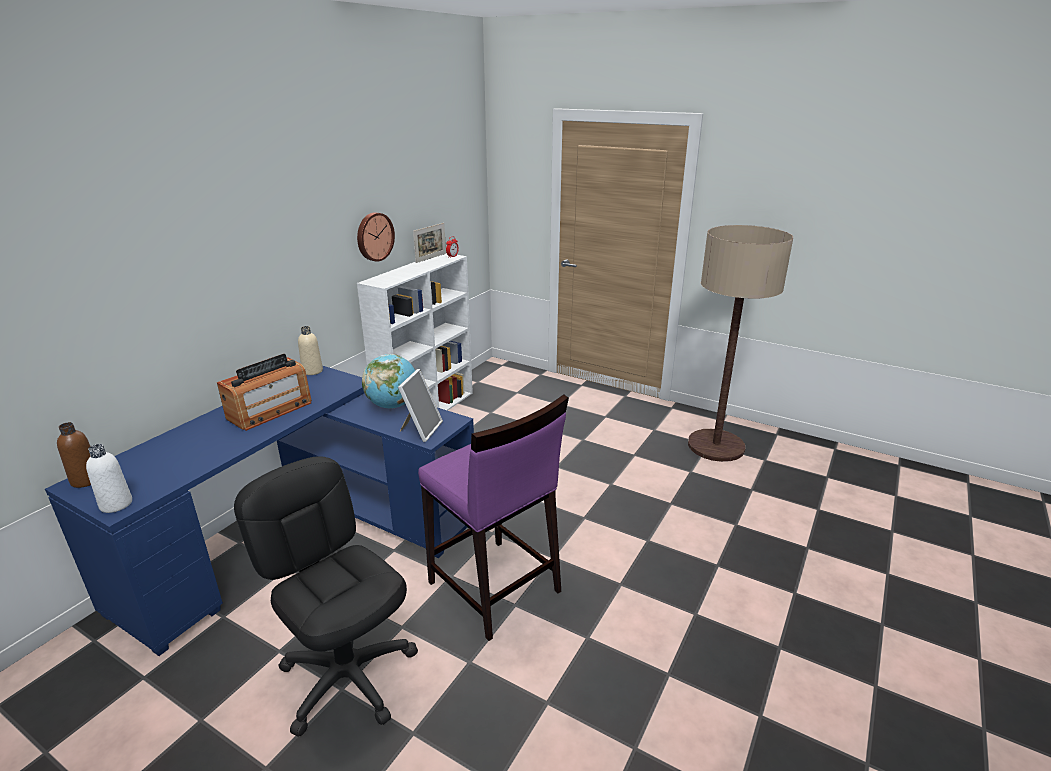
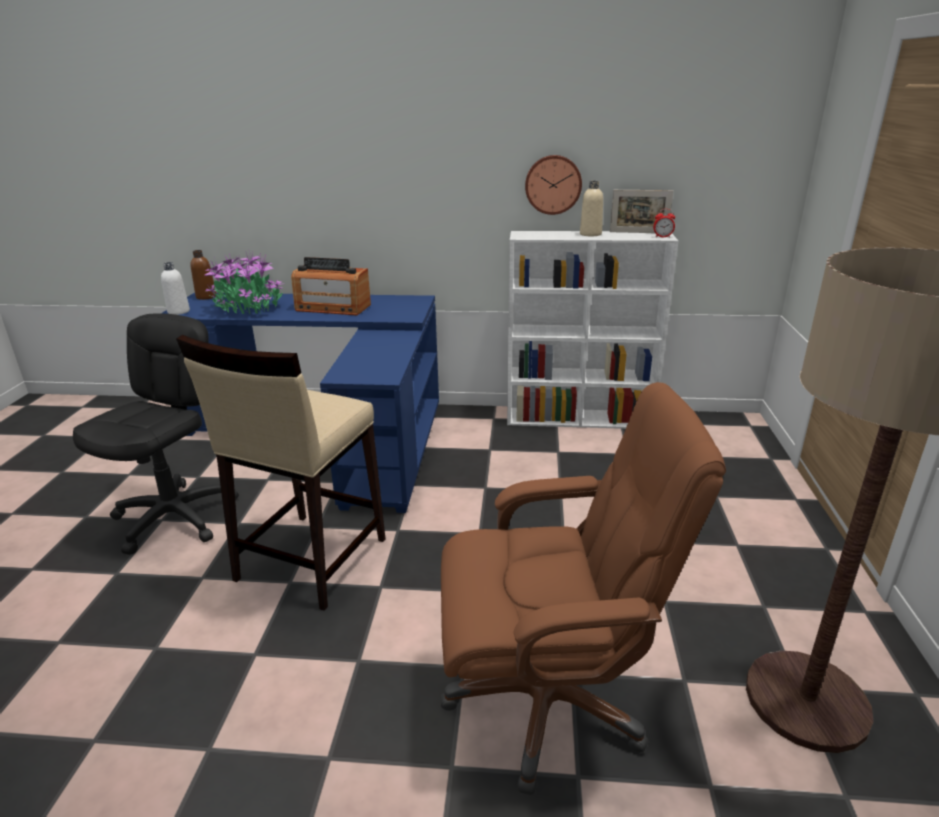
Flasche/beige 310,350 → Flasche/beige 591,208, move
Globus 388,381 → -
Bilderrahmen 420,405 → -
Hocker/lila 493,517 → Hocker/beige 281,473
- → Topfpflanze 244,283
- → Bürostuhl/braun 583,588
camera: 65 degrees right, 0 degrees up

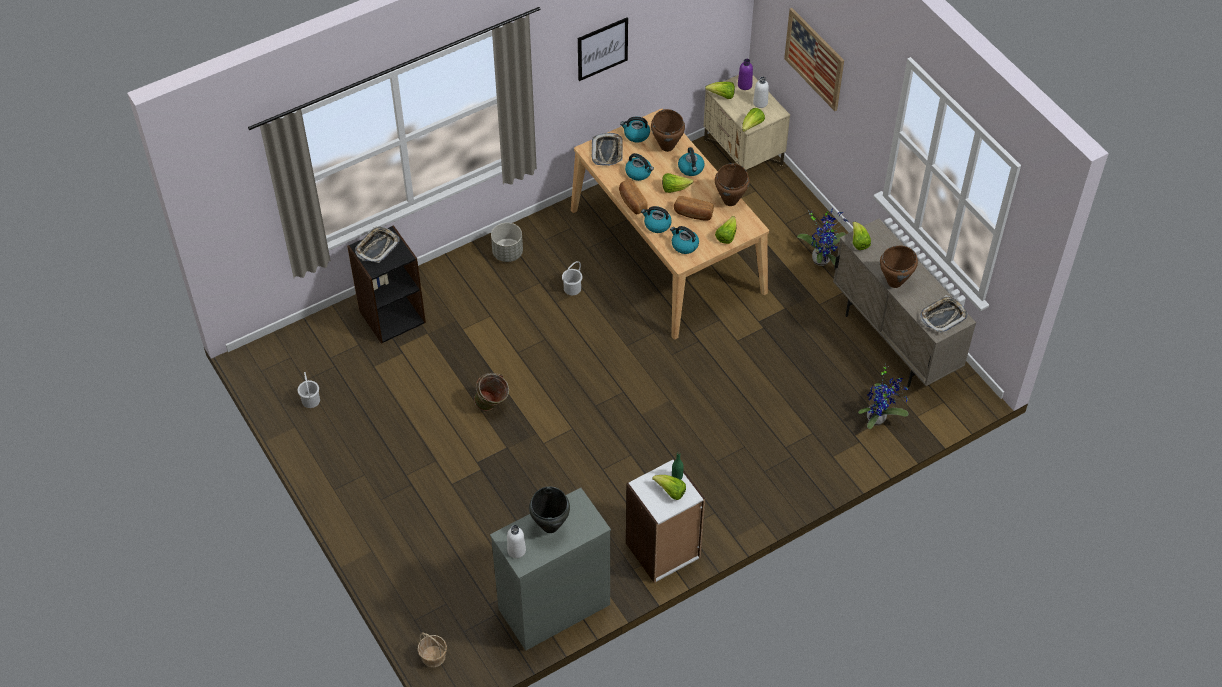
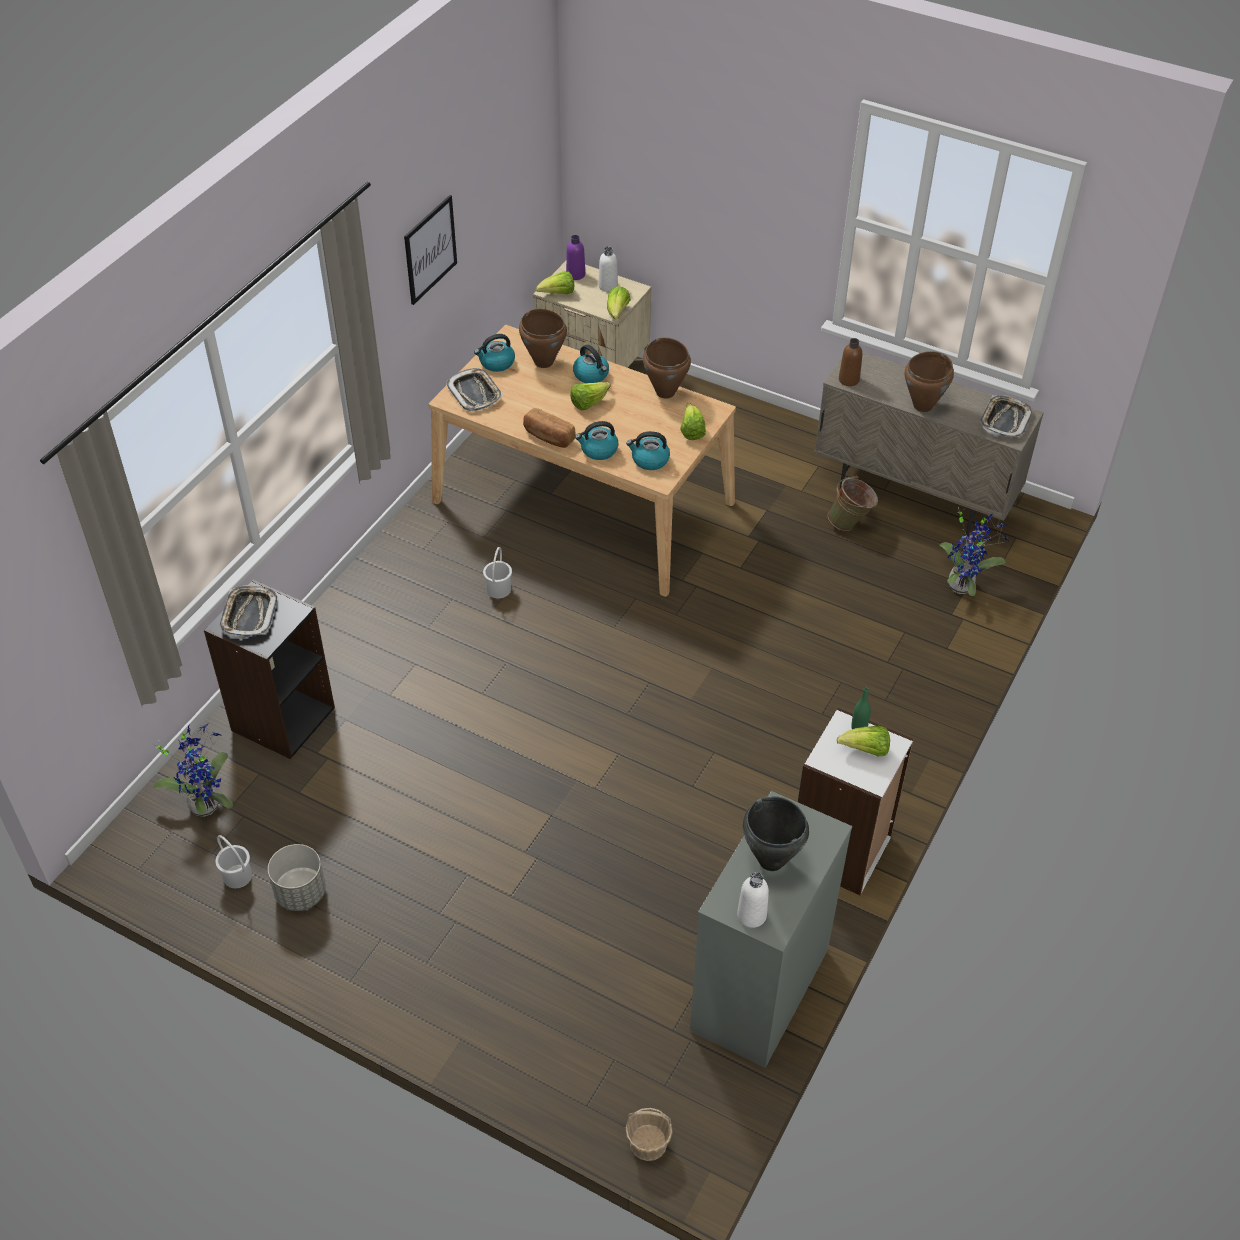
Bild 814,59 → -
Wasserkessel 639,167 → -
Brot 694,208 → -
Topfpflanze 823,237 → Topfpflanze 192,770, move
Salatkopf 861,236 → Flasche/braun 850,362
Pflanzkübel/grau 507,242 → Pflanzkübel/grau 297,877, move
Eimer/grün 491,392 → Eimer/grün 853,503, move
camera: 30 degrees left, 5 degrees down

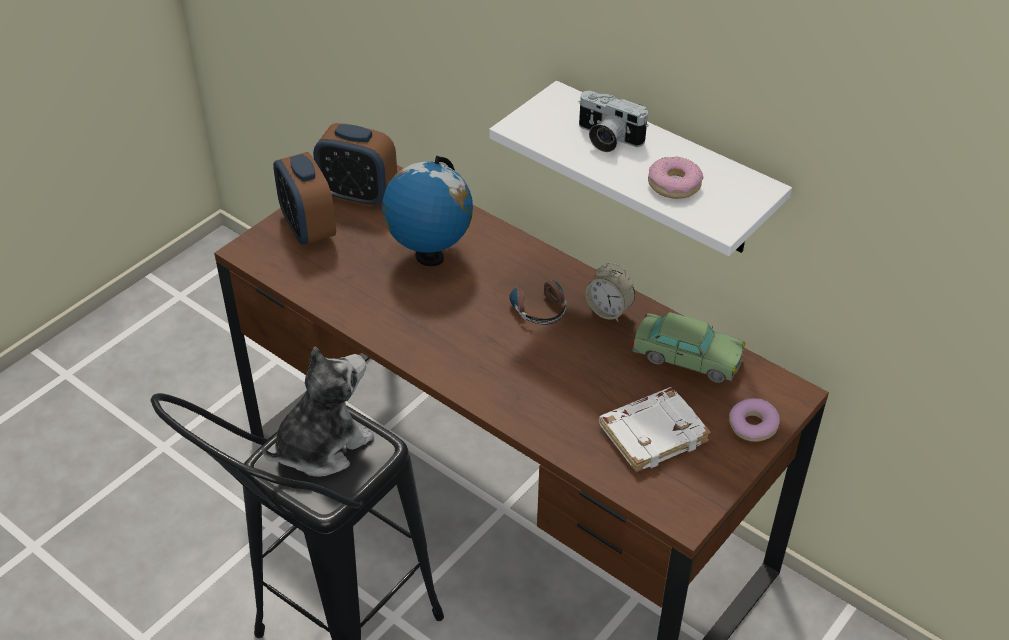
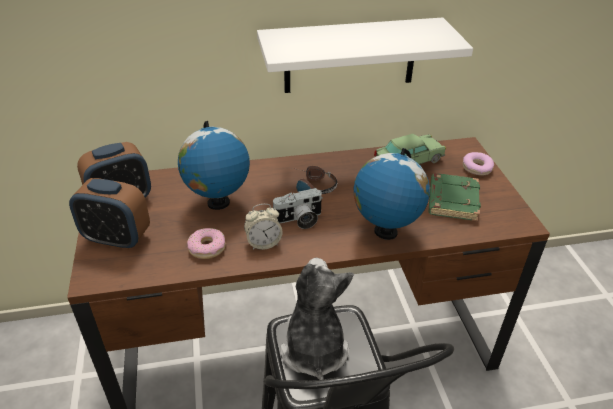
Kamera 614,121 → Kamera 298,208, move
Donut 675,177 → Donut 206,243, move
Wecker 610,292 → Wecker 263,227, move
Buch/weiß 655,430 → Buch/grün 454,197
- → Globus 392,194
camera: 50 degrees left, 5 degrees down

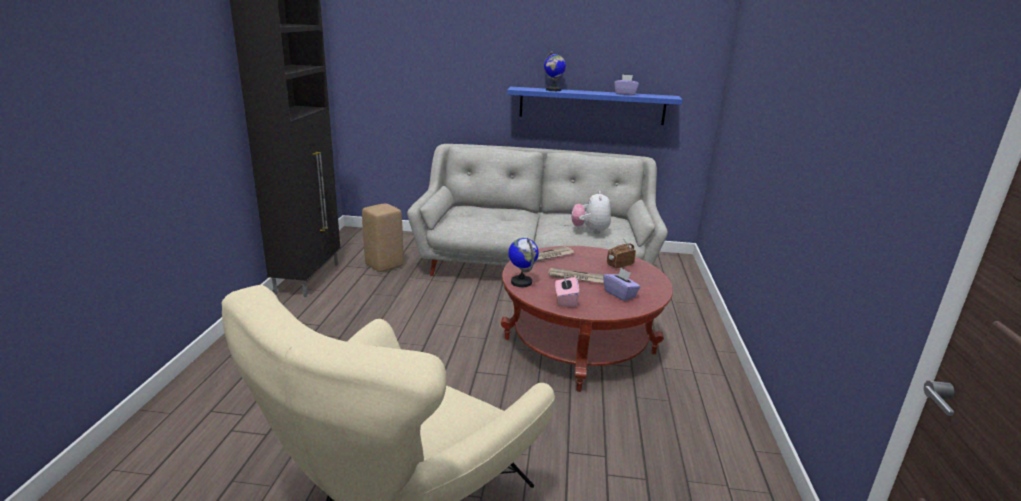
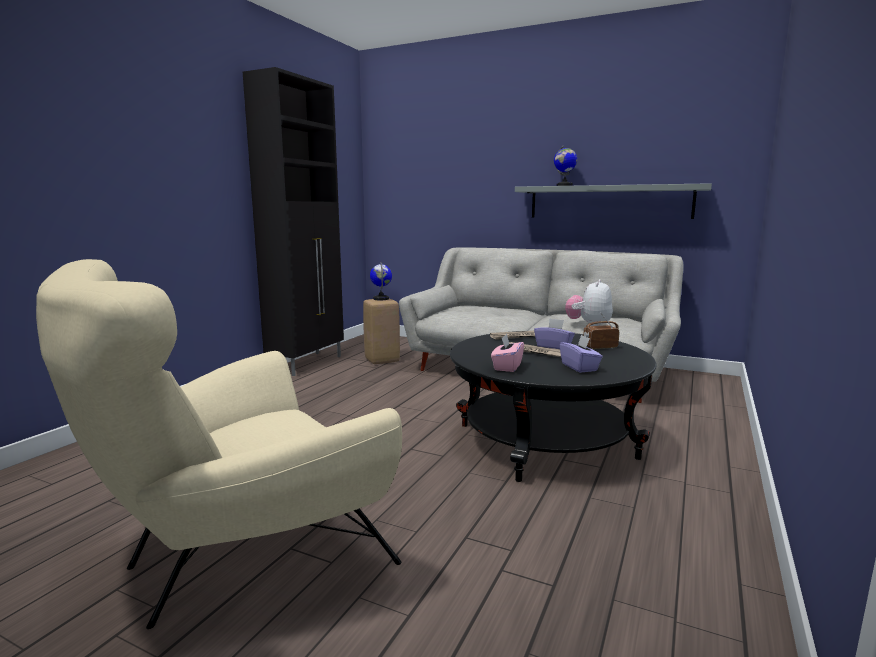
Taschentuchbox/lila 626,84 → Taschentuchbox/lila 554,333, move
Wandregal/blau 595,106 → Wandregal/grau 613,201
Globus 523,262 → Globus 381,281, move
Couchtisch/rot 587,319 → Couchtisch/schwarz 553,406
camera: 20 degrees right, 10 degrees down

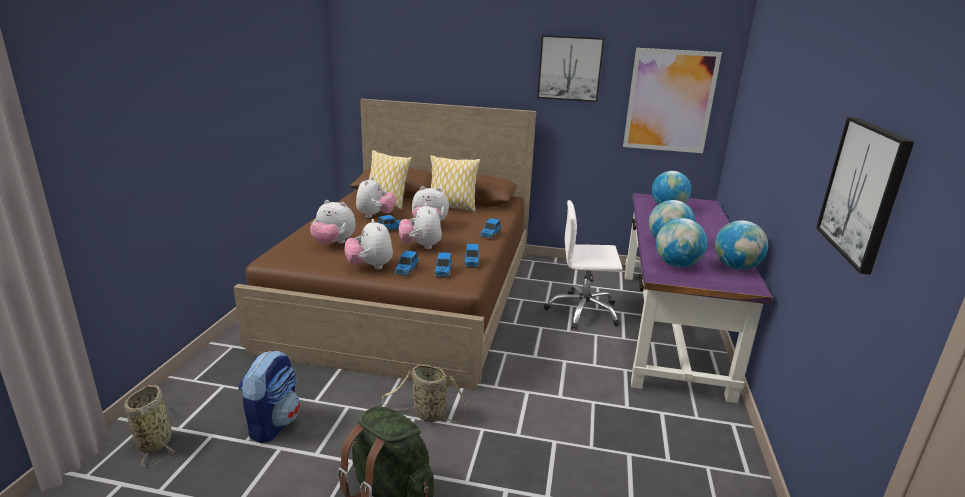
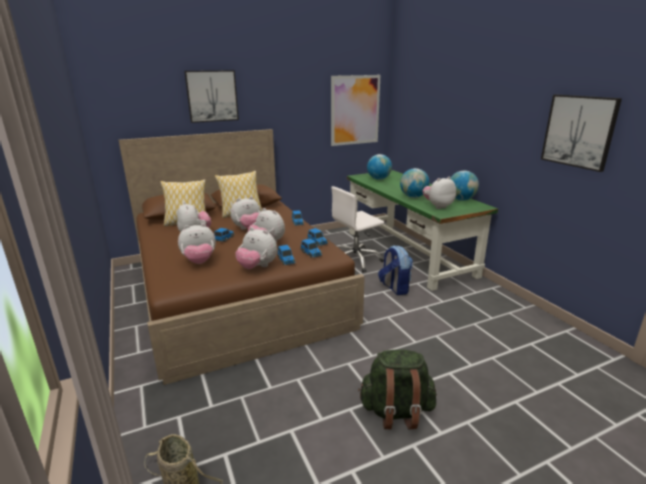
Bild 570,68 → Bild 211,96, move
Schreibtisch/lila 699,298 → Schreibtisch/grün 422,230
Globus 682,243 → Plüschtier 439,193
Rucksack 269,396 → Rucksack 395,270, move
Korb 424,393 → -
camera: 35 degrees left, 0 degrees up

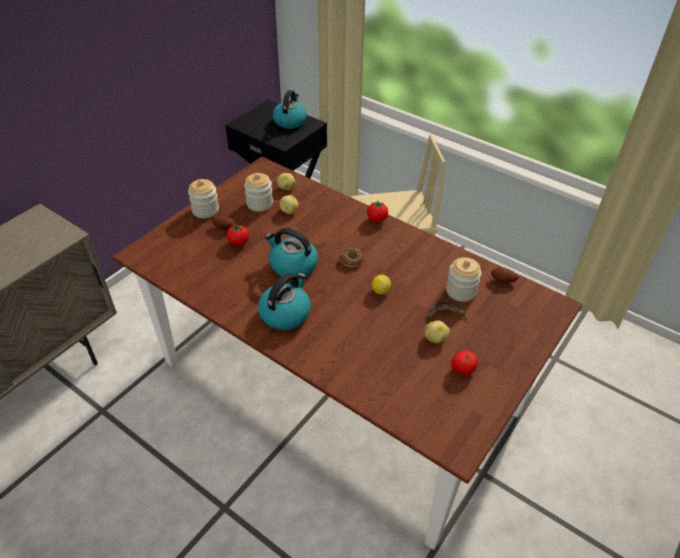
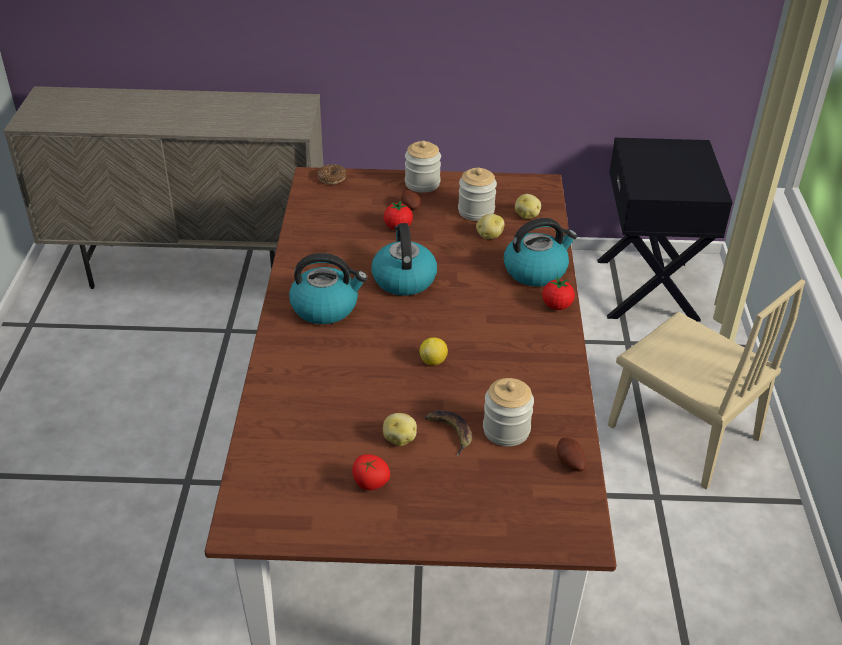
Wasserkessel 290,109 → Wasserkessel 540,252, move
Donut 352,257 → Donut 332,174, move
camera: 55 degrees right, 5 degrees down

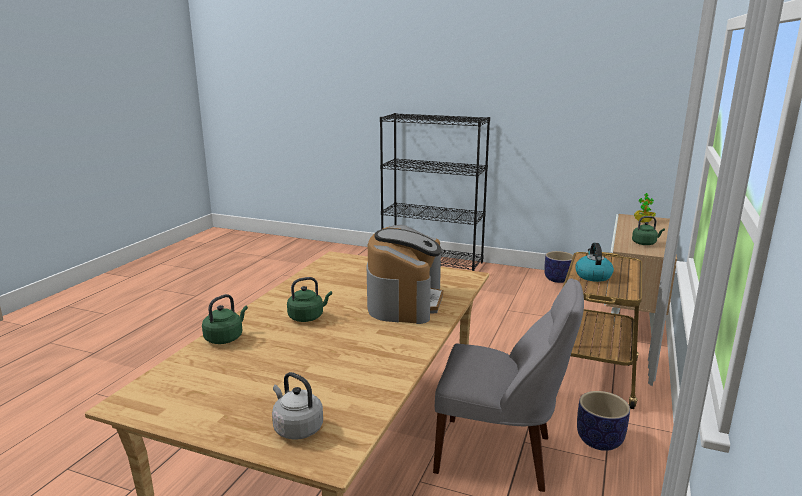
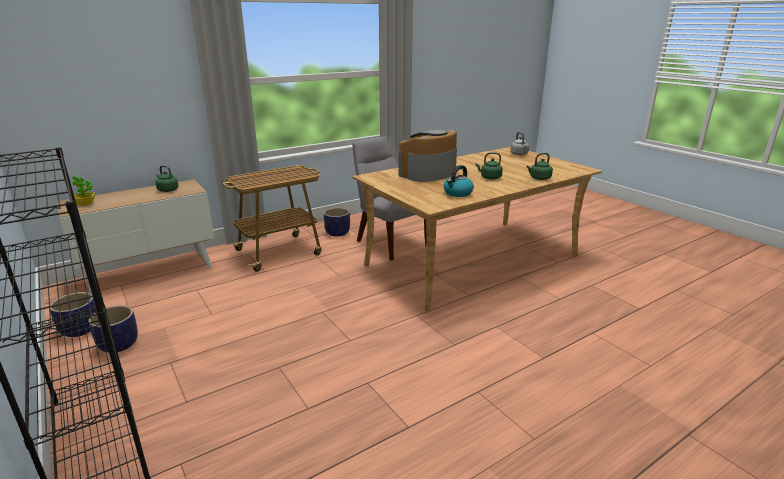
Wasserkessel 594,262 → Wasserkessel 459,181, move
- → Pflanzkübel 113,329
camera: 145 degrees left, 5 degrees up

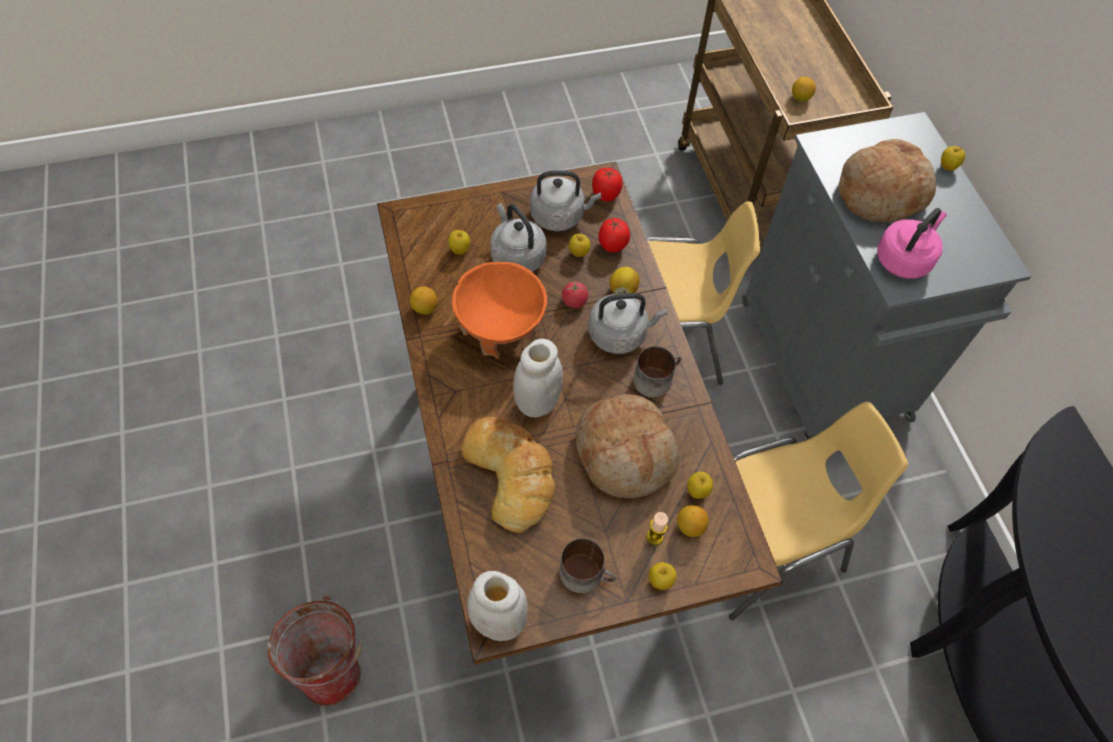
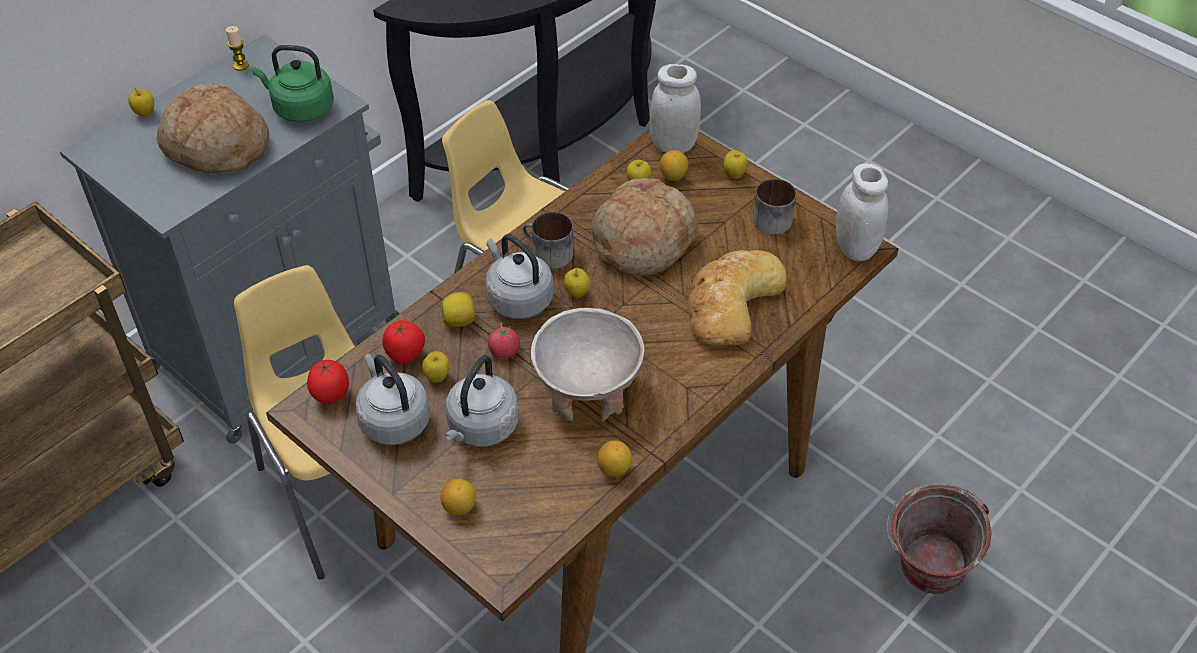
Zitrone 804,89 → Zitrone 458,497, move
Wasserkessel/rosa 912,243 → Wasserkessel/grün 293,83
Apfel 459,242 → Apfel 577,282, move
Schüssel/orange 499,310 → Schüssel/beige 588,365
Vorratsglas/weiß 538,378 → Vorratsglas/weiß 675,108, move
Kerze 657,528 → Kerze 237,48, move
camera: 120 degrees left, 10 degrees down

